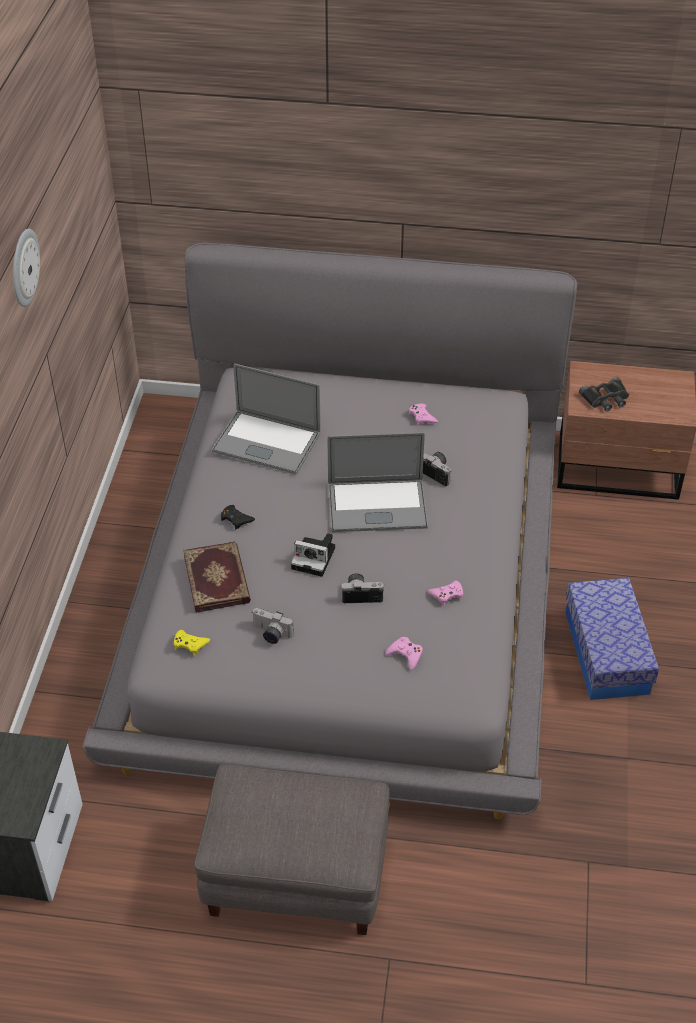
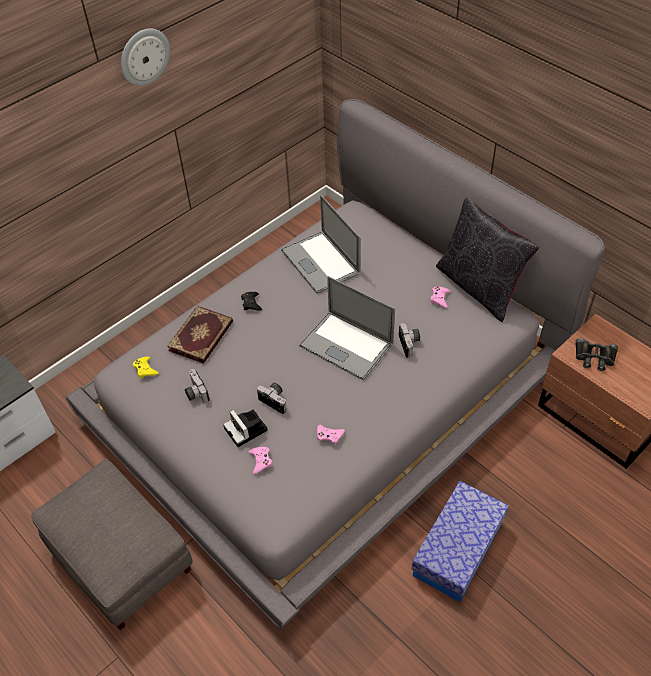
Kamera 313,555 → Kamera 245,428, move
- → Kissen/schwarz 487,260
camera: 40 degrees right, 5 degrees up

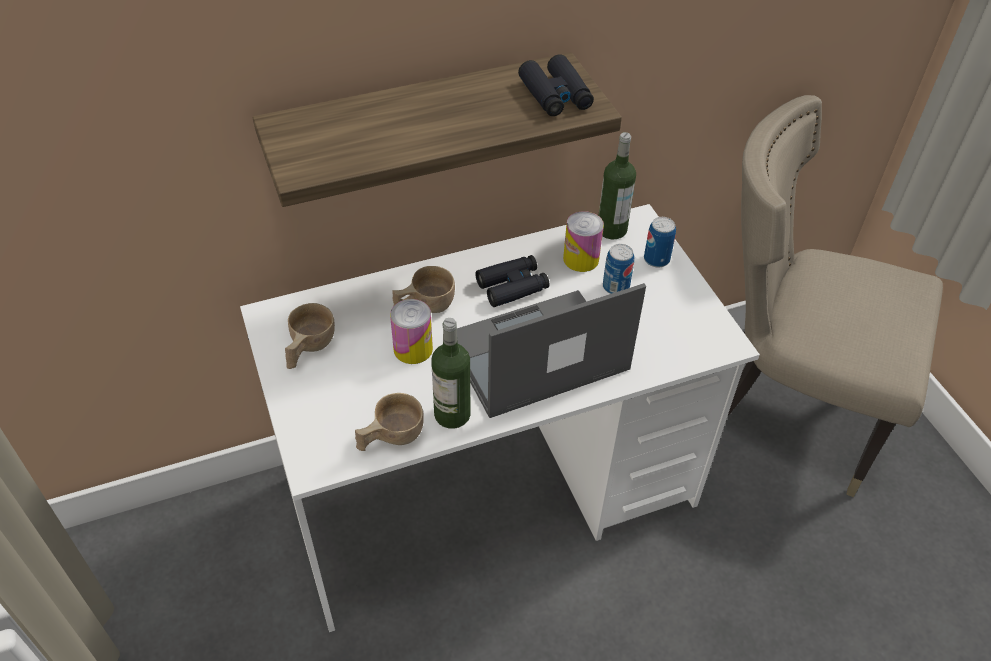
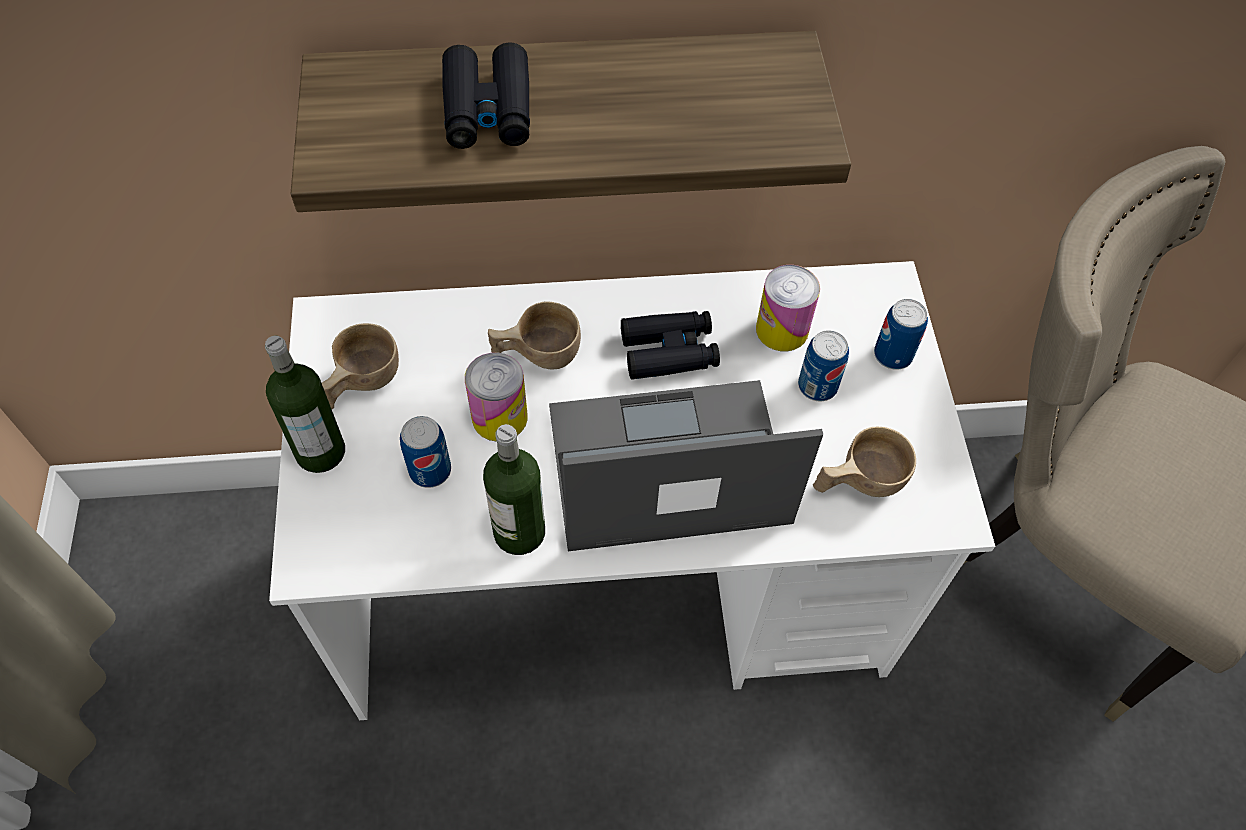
Fernglas/schwarz 556,85 → Fernglas/schwarz 486,95, move
Flasche 617,185 → Flasche 305,404, move
Tasse/beige 389,422 → Tasse/beige 864,462, move
- → Dose 425,452
camera: 15 degrees right, 10 degrees up

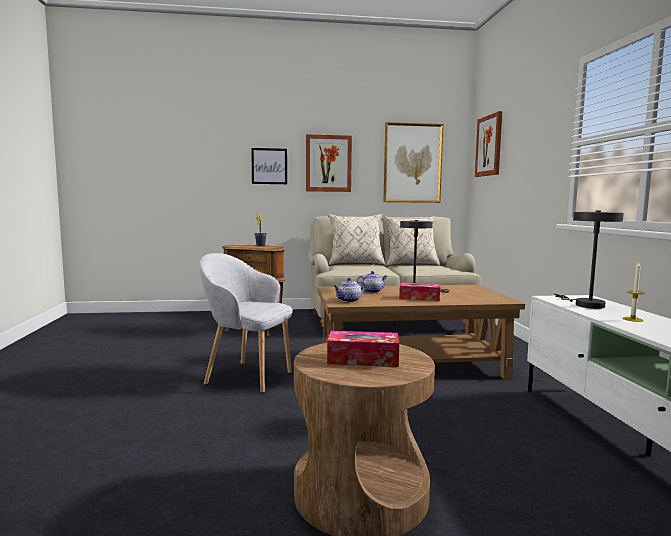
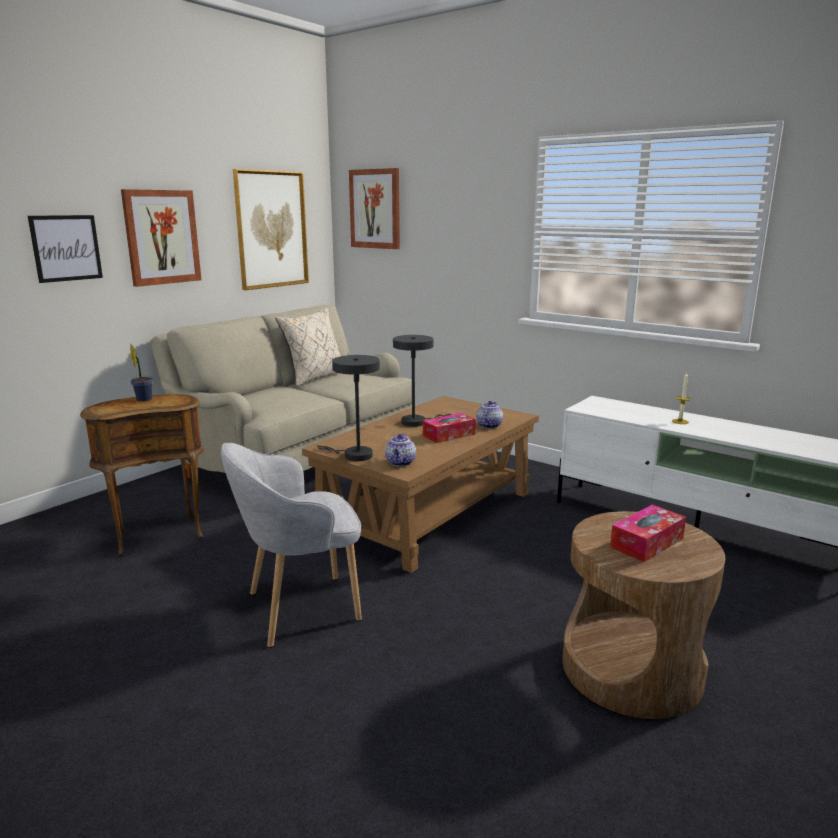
Tischlampe/grau 589,260 → Tischlampe/grau 348,408, move
Kissen/beige 356,239 → -
Teekanne 371,282 → Teekanne 489,415, move
camera: 45 degrees left, 10 degrees up

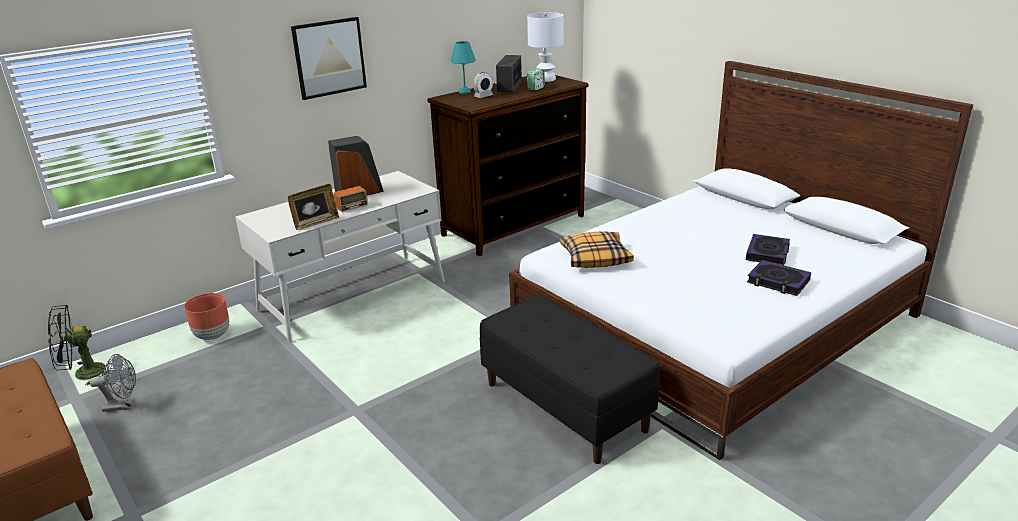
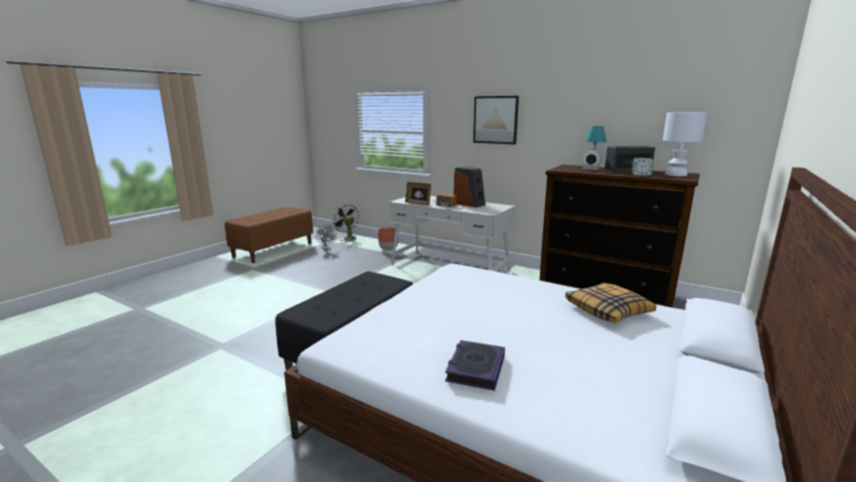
Kissen 597,249 → Kissen 610,303, move
Buch 768,249 → -
camera: 70 degrees right, 10 degrees down

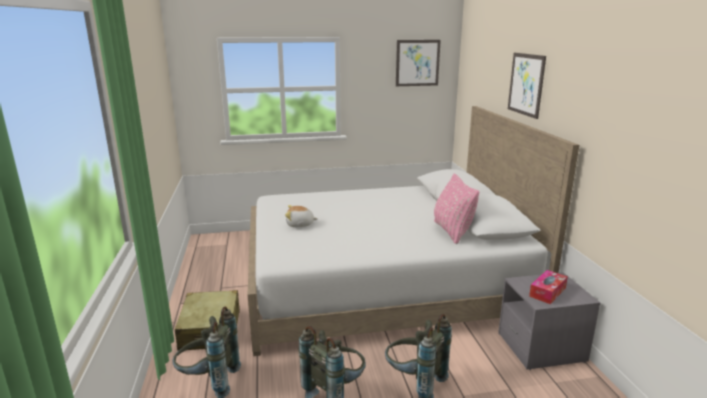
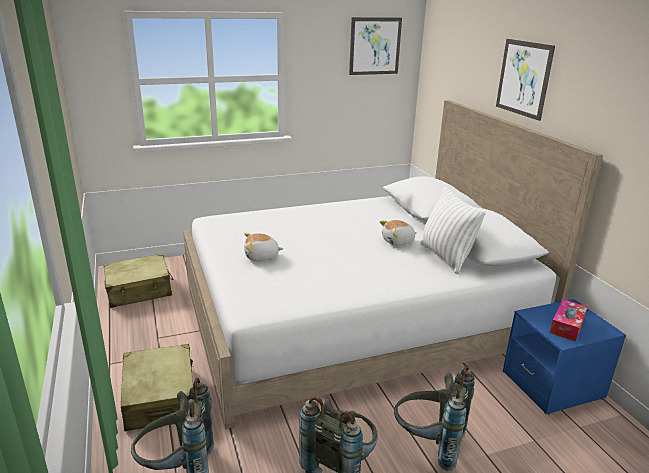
Kissen/rosa 456,209 → Kissen/weiß 453,230
Nachttisch/grau 549,321 → Nachttisch/blau 564,357
- → Plüschtier 398,233
- → Koffer/beige 139,280
camera: 10 degrees left, 5 degrees up

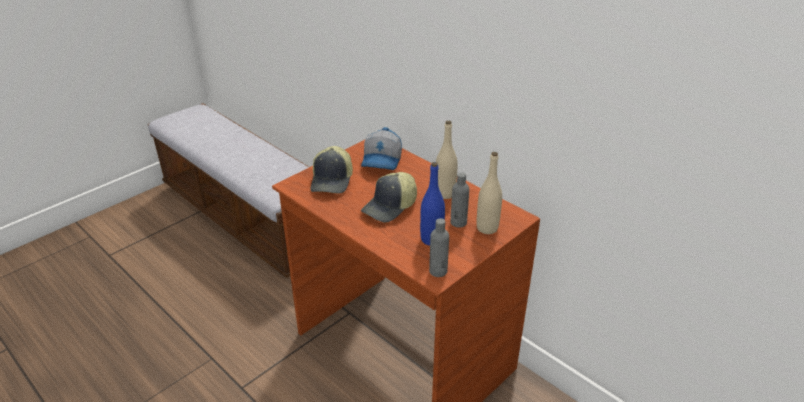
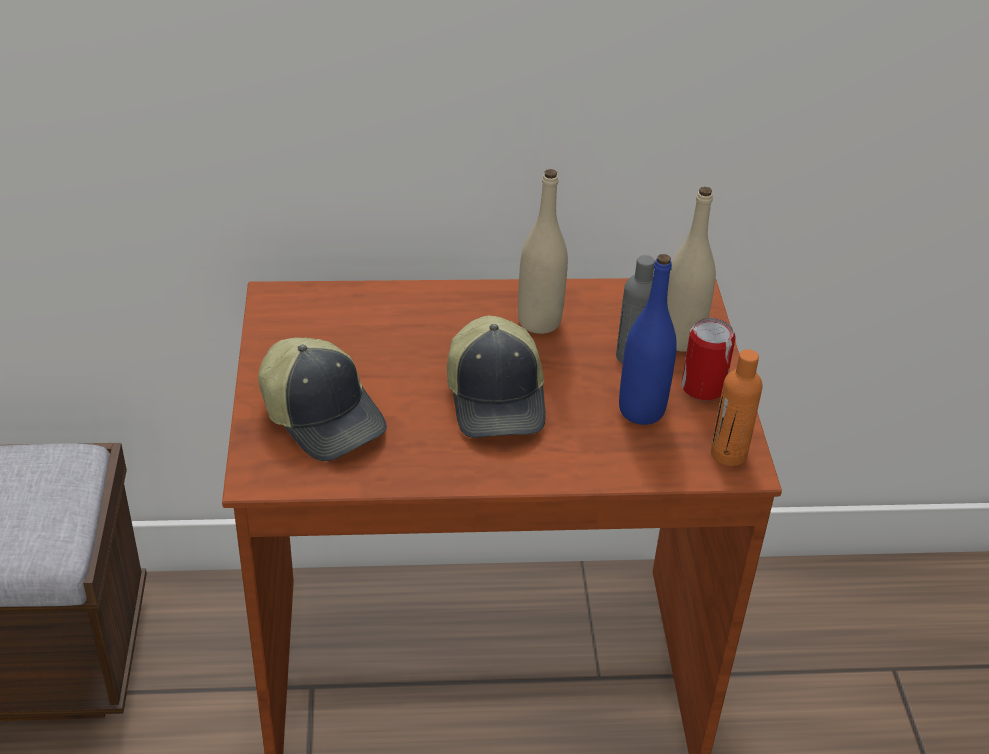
Kappe 381,148 → -
Flasche/grau 439,247 → Flasche/orange 737,407
- → Dose 708,359
camera: 50 degrees left, 5 degrees up

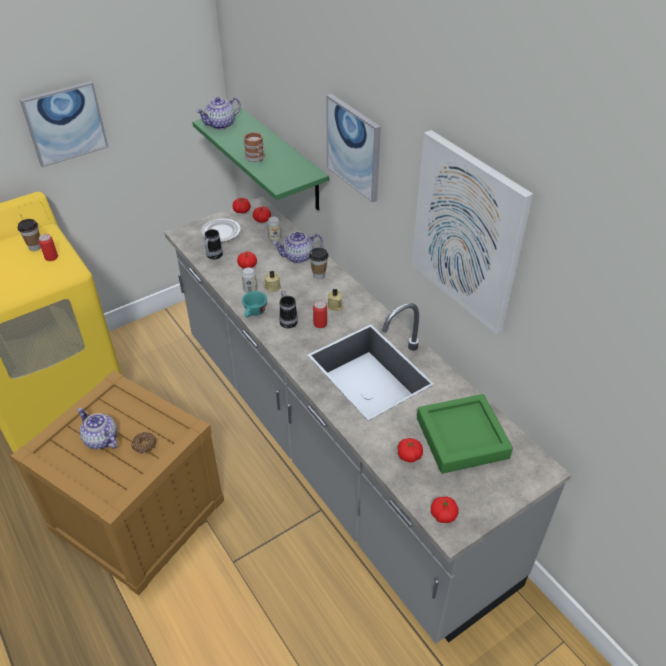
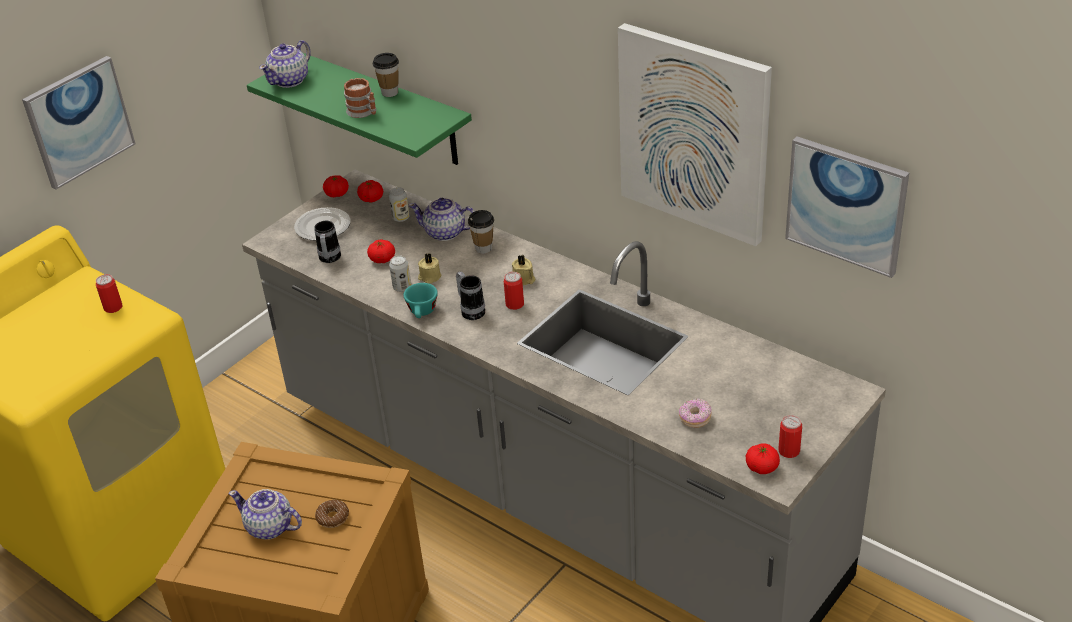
Bild 353,148 → Bild 847,207, move
Tasse 29,235 → Tasse 386,75, move
Teekanne 298,247 → Teekanne 441,219, 45 degrees clockwise
Tablett/grün 465,434 → -
Tomate 410,450 → Donut 695,413
- → Dose 790,436
camera: 15 degrees left, 5 degrees down

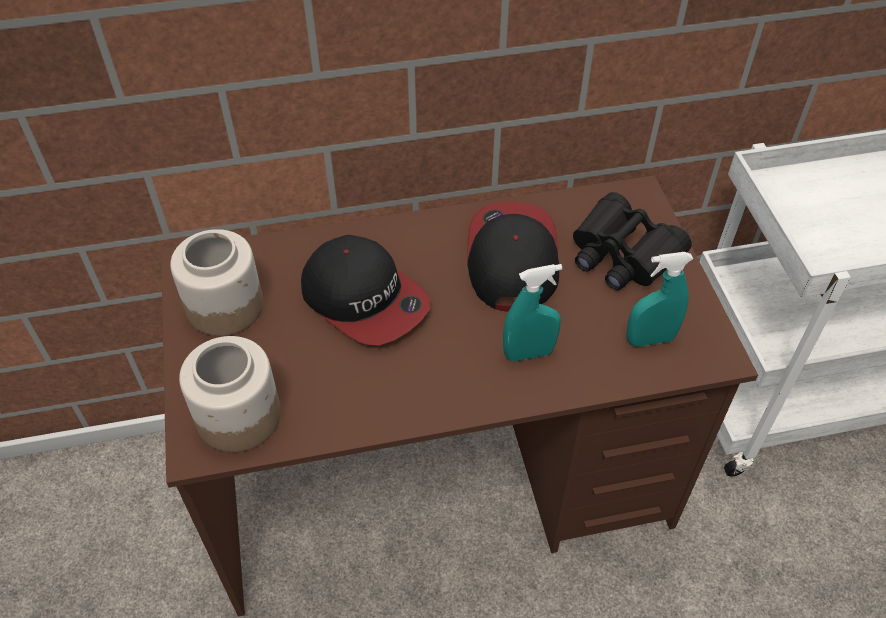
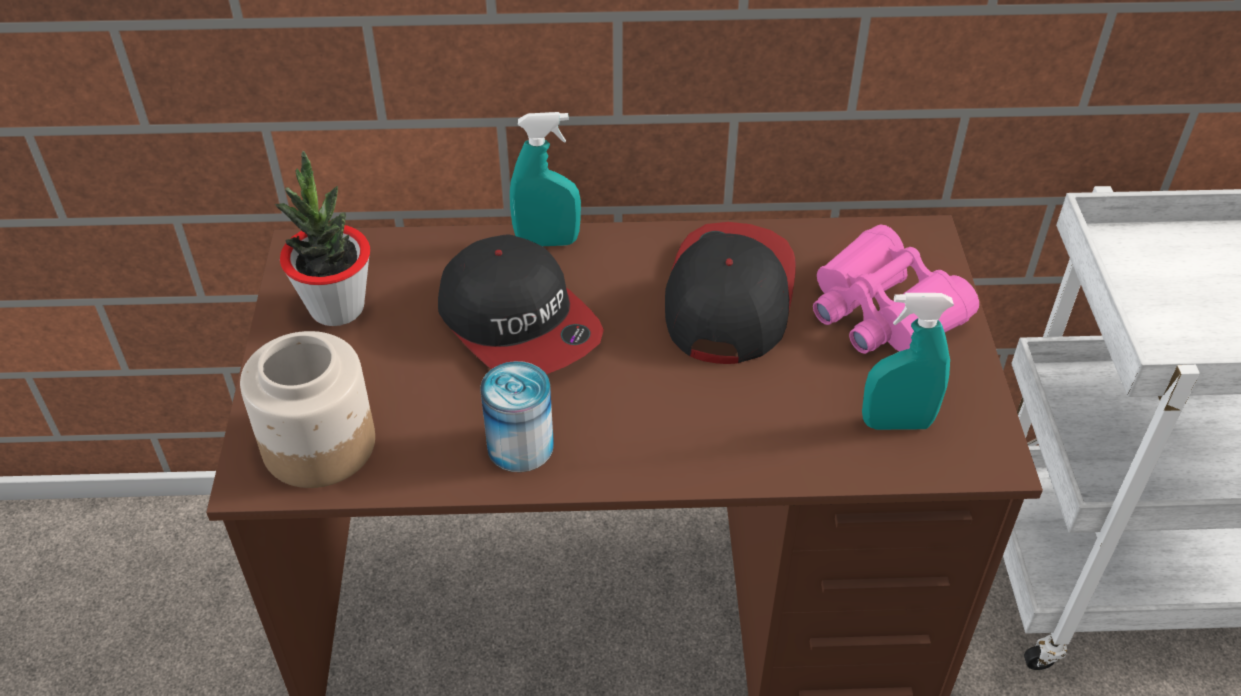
Fernglas/schwarz 632,241 → Fernglas/rosa 896,289
Vorratsglas 216,282 → Topfpflanze 322,238
Sprühflasche/türkis 532,313 → Sprühflasche/türkis 545,179, move
- → Dose 517,416
camera: 10 degrees right, 5 degrees down

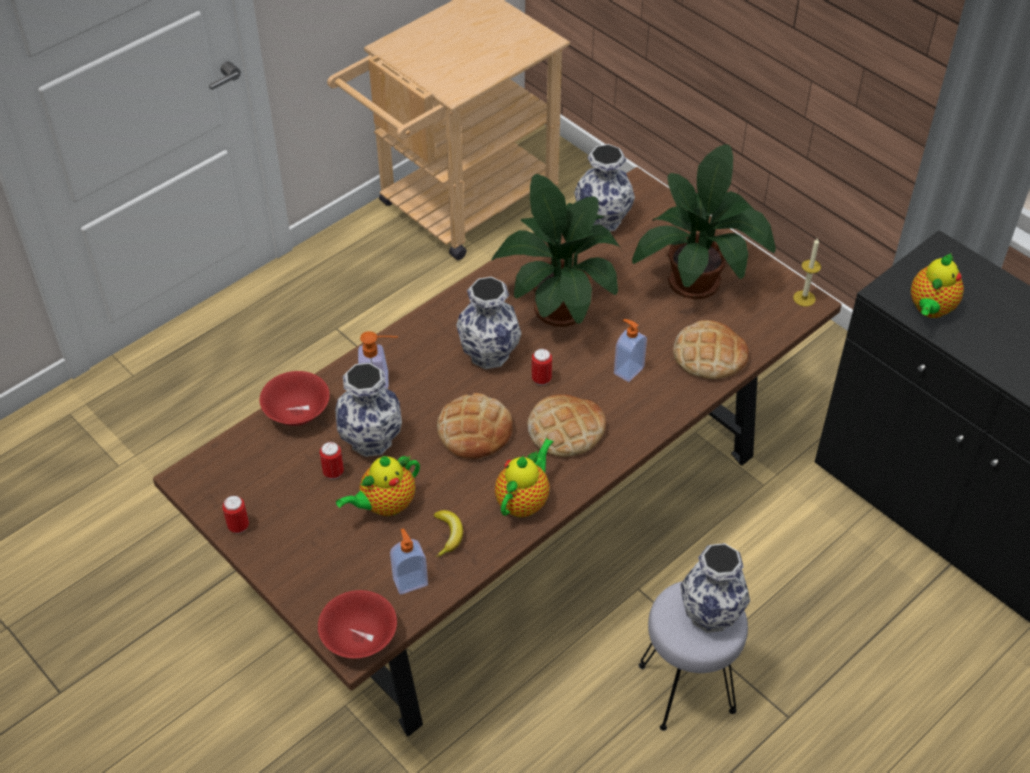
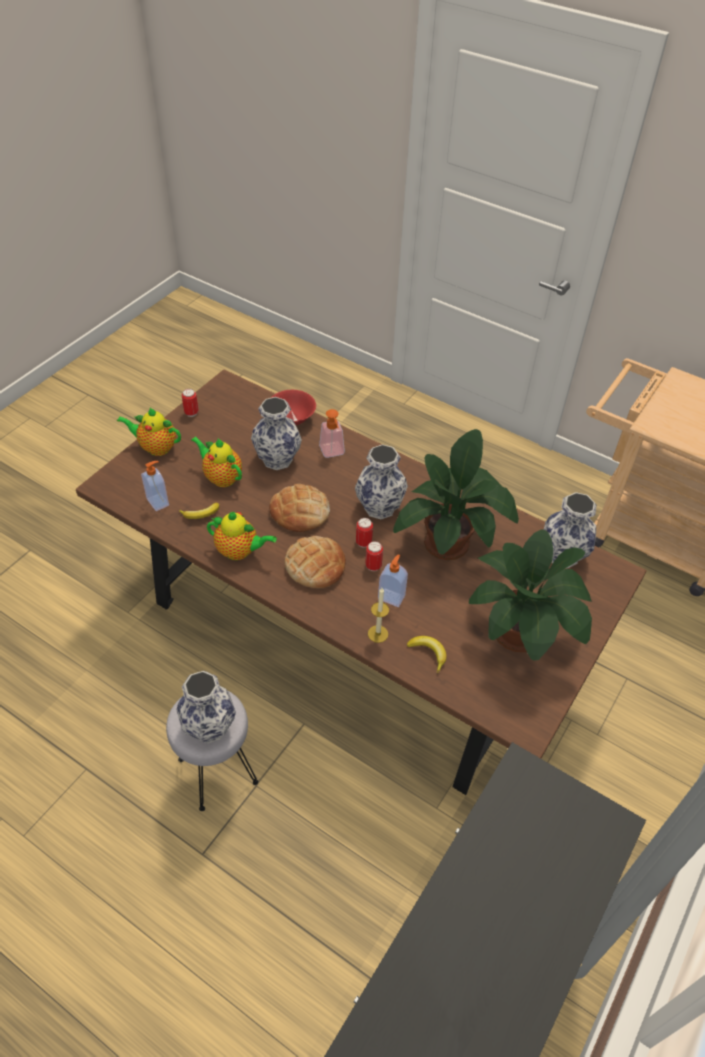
Kerze 807,272 → Kerze 378,615, move
Teekanne 937,285 → Teekanne 149,432, move
Brot 711,349 → Banane 427,654
Dose 332,460 → Dose 374,556, move
Schüssel/rot 357,624 → -
camera: 75 degrees right, 0 degrees up

